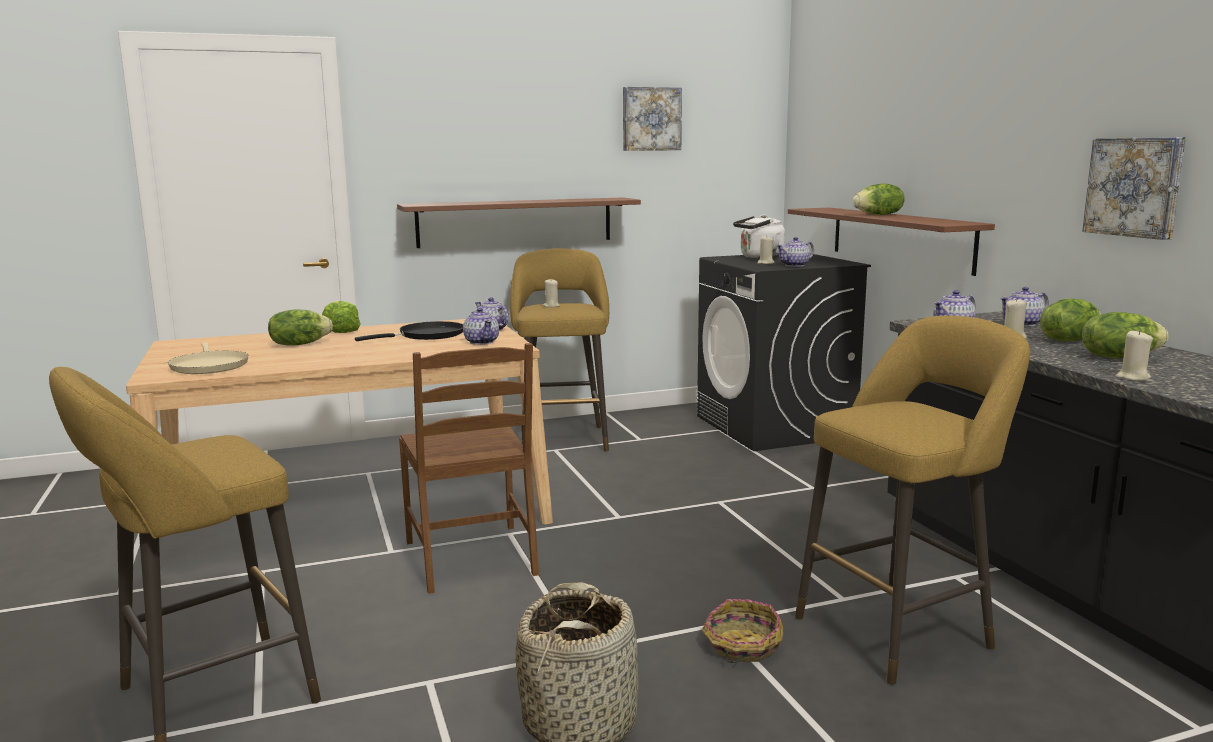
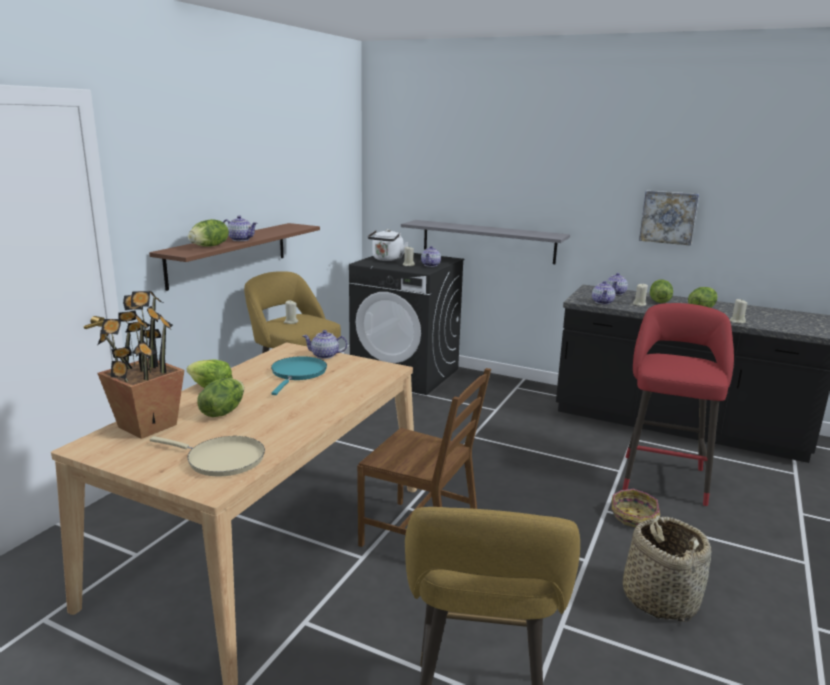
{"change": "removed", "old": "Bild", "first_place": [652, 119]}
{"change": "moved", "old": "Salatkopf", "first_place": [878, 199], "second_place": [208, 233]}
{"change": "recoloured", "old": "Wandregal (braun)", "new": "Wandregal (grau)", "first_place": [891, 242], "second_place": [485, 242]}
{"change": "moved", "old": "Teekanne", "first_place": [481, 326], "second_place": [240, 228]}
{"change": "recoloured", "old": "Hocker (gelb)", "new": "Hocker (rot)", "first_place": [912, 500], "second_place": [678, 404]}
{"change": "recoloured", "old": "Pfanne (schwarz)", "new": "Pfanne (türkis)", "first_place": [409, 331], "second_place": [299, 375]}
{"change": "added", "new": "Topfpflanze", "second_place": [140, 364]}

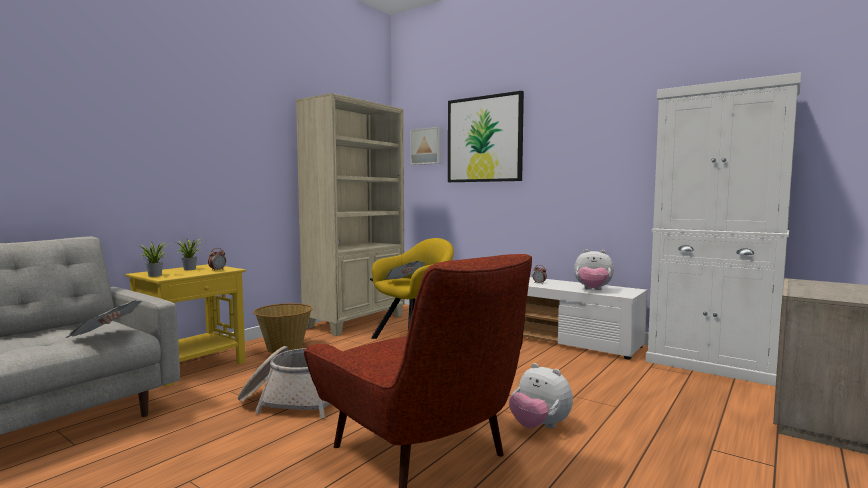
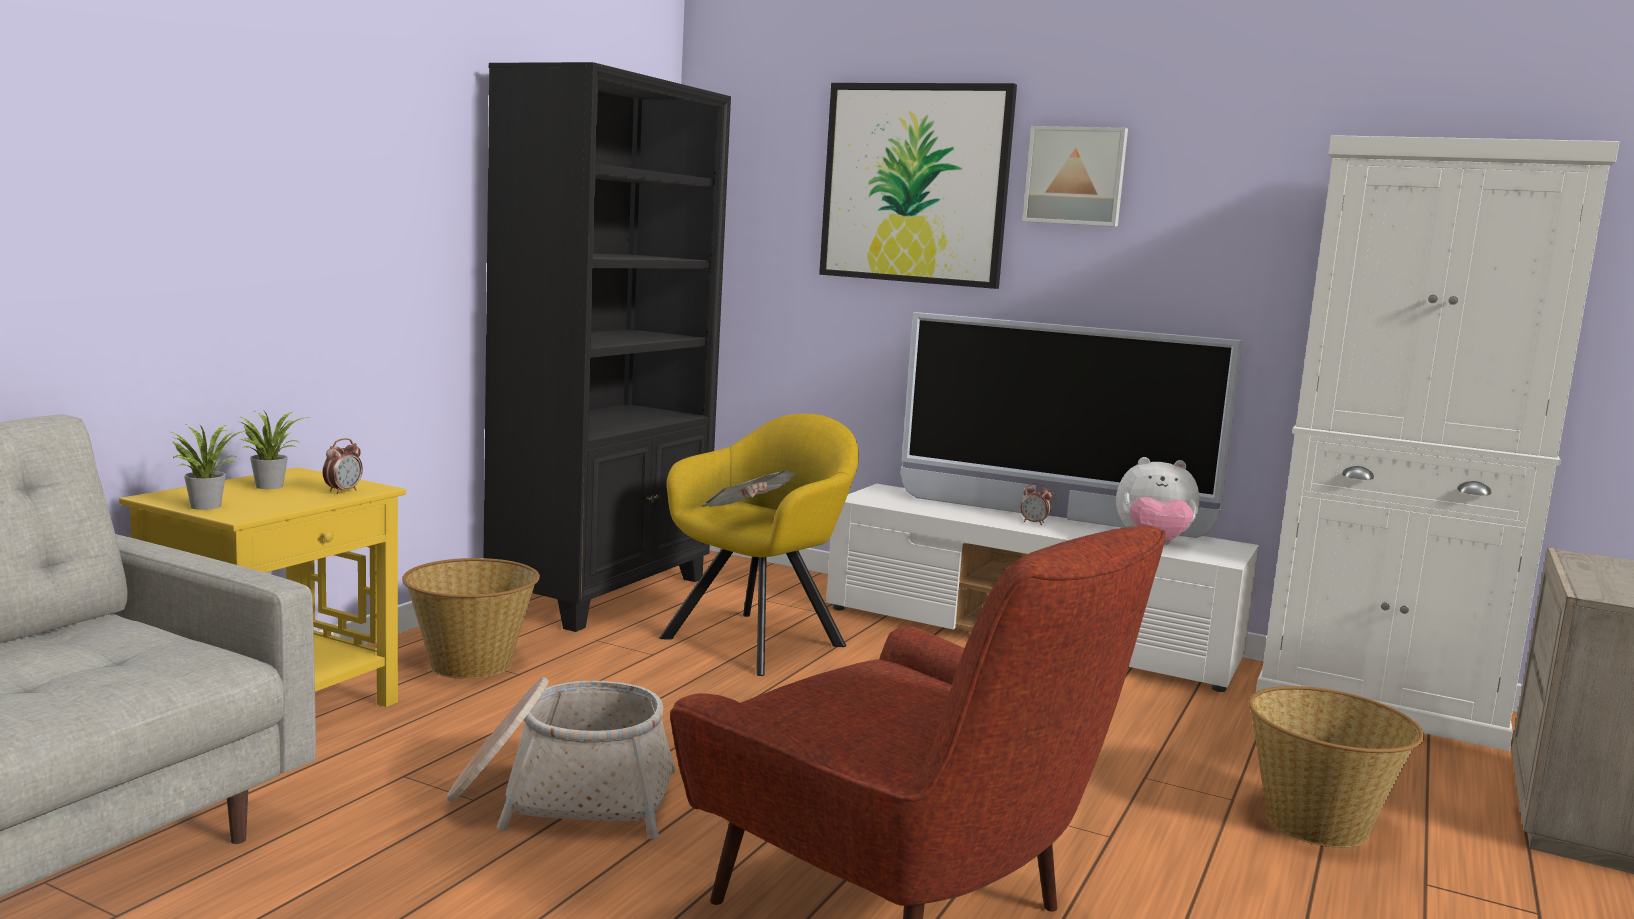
{"change": "recoloured", "old": "Bücherregal (beige)", "new": "Bücherregal (schwarz)", "first_place": [350, 214], "second_place": [607, 347]}
{"change": "moved", "old": "Bild", "first_place": [425, 146], "second_place": [1075, 176]}
{"change": "removed", "old": "Zeitung", "first_place": [103, 319]}
{"change": "removed", "old": "Plüschtier", "first_place": [541, 395]}
{"change": "added", "new": "Fernseher", "second_place": [1072, 425]}
{"change": "added", "new": "Korb", "second_place": [1336, 767]}

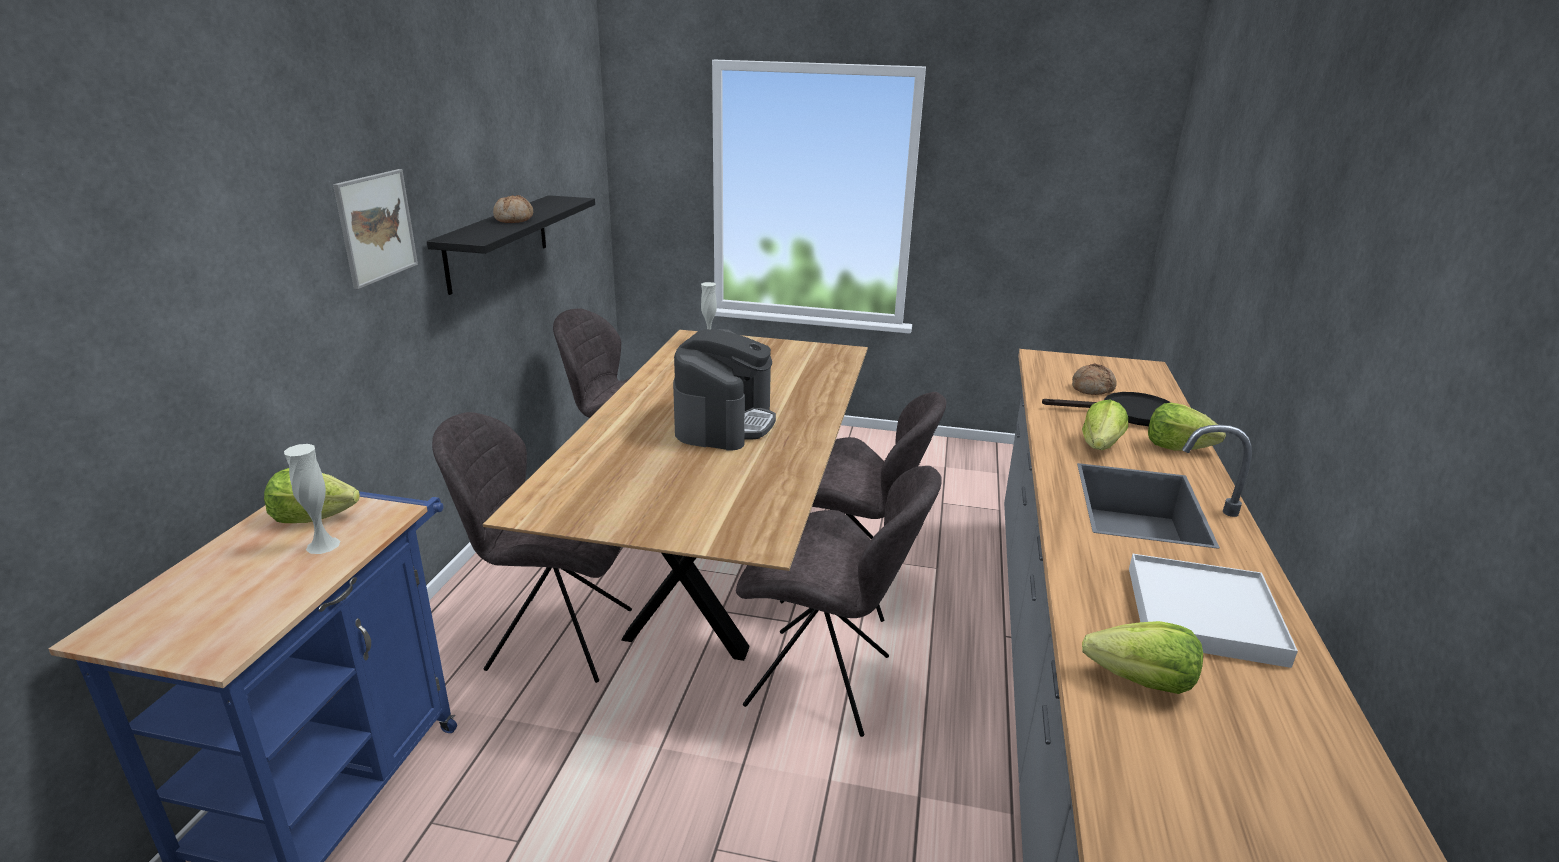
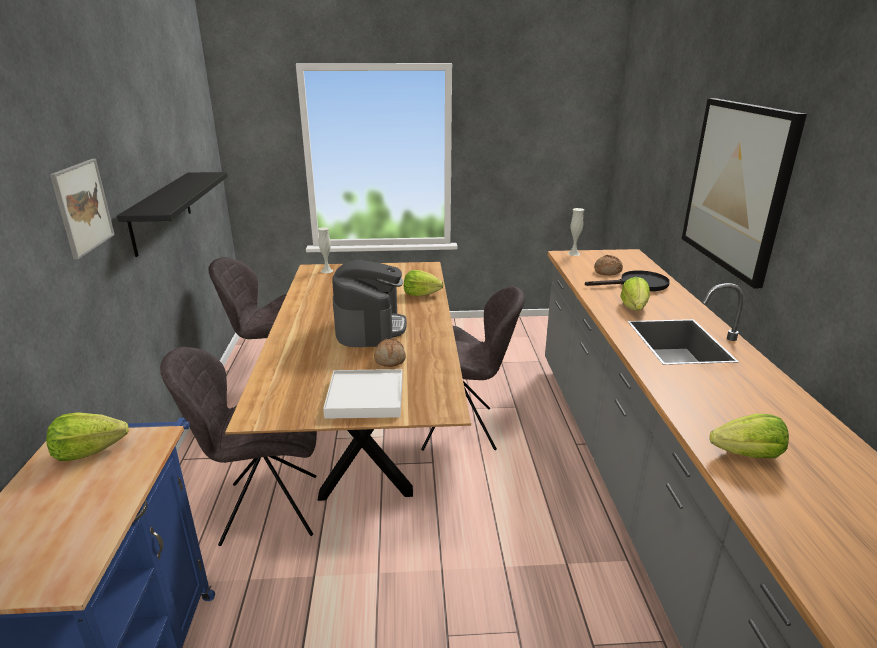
{"change": "moved", "old": "Brot", "first_place": [513, 209], "second_place": [390, 352]}
{"change": "moved", "old": "Salatkopf", "first_place": [1187, 426], "second_place": [424, 283]}
{"change": "moved", "old": "Vase (weiß)", "first_place": [312, 499], "second_place": [576, 232]}
{"change": "removed", "old": "Stuhl (grau)", "first_place": [839, 601]}
{"change": "moved", "old": "Tablett (weiß)", "first_place": [1213, 611], "second_place": [363, 394]}
{"change": "added", "new": "Bild", "second_place": [744, 193]}

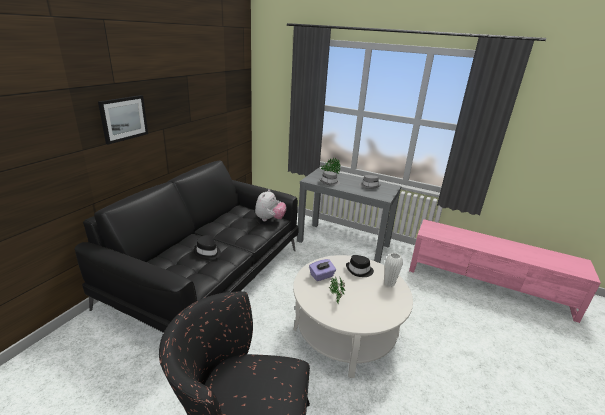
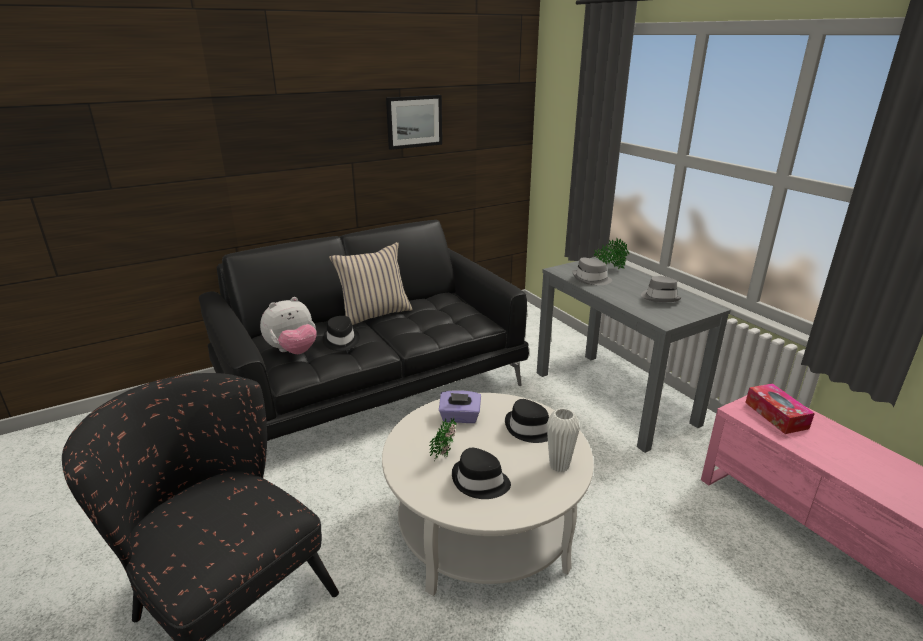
{"change": "moved", "old": "Bild", "first_place": [123, 120], "second_place": [414, 122]}
{"change": "moved", "old": "Plüschtier", "first_place": [271, 205], "second_place": [288, 325]}
{"change": "added", "new": "Kissen (beige)", "second_place": [371, 283]}
{"change": "added", "new": "Taschentuchbox", "second_place": [780, 408]}
{"change": "added", "new": "Hut (schwarz)", "second_place": [481, 473]}

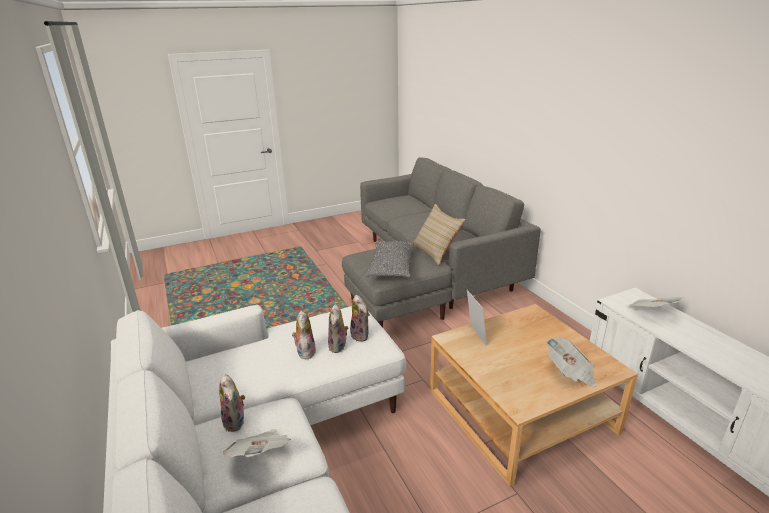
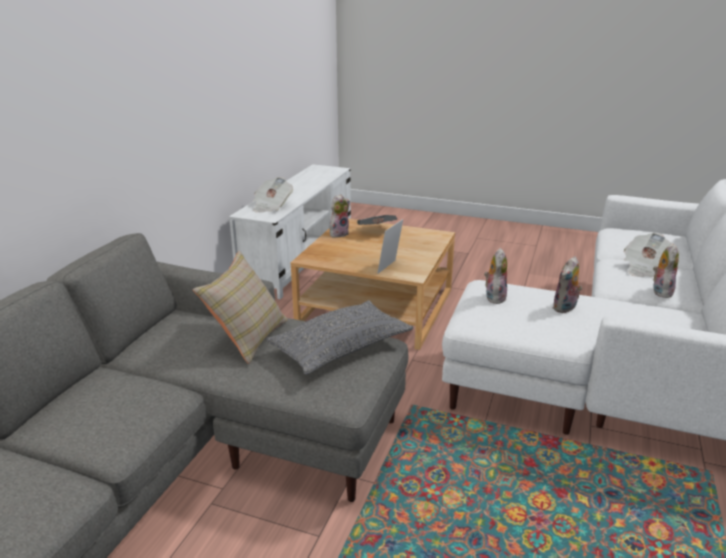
{"change": "moved", "old": "Plüschtier", "first_place": [338, 328], "second_place": [340, 216]}

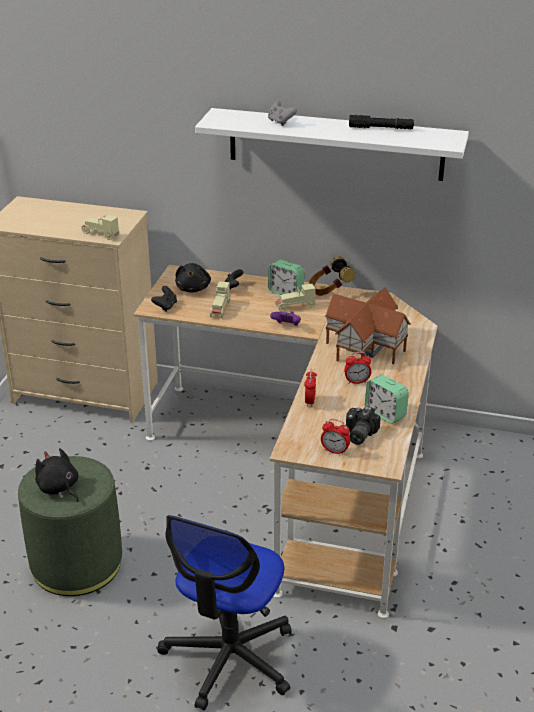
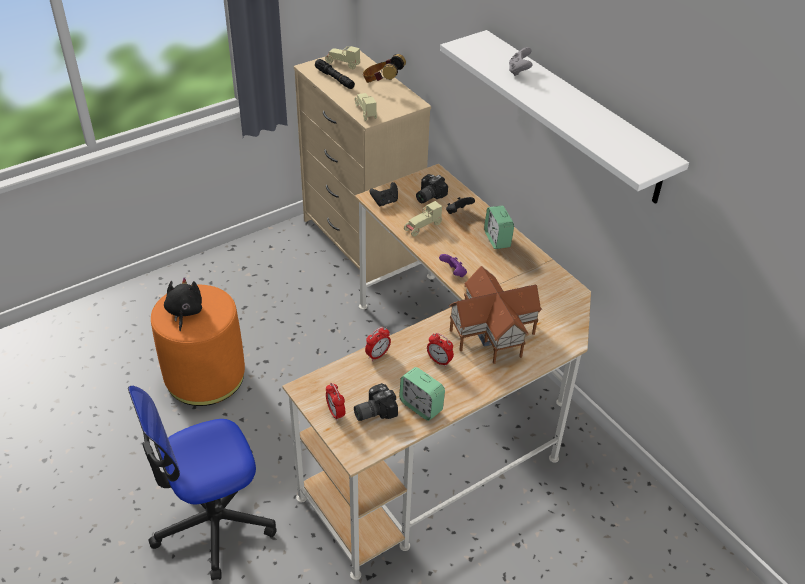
{"change": "moved", "old": "Taschenlampe (schwarz)", "first_place": [381, 122], "second_place": [335, 74]}
{"change": "moved", "old": "Kopfhörer", "first_place": [332, 276], "second_place": [384, 68]}
{"change": "replaced", "old": "Plüschtier (schwarz)", "new": "Kamera", "first_place": [193, 278], "second_place": [432, 188]}
{"change": "moved", "old": "Spielzeugauto (beige)", "first_place": [295, 298], "second_place": [342, 57]}
{"change": "turned", "old": "Wecker", "first_place": [387, 399], "second_place": [422, 394], "degrees": -45}
{"change": "recoloured", "old": "Polsterhocker (grün)", "new": "Polsterhocker (orange)", "first_place": [70, 526], "second_place": [198, 345]}

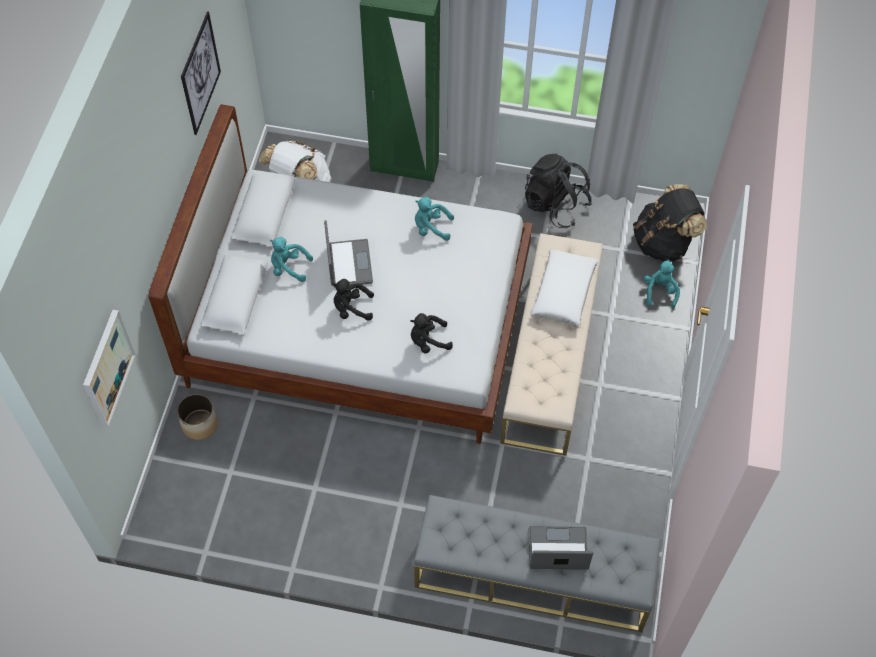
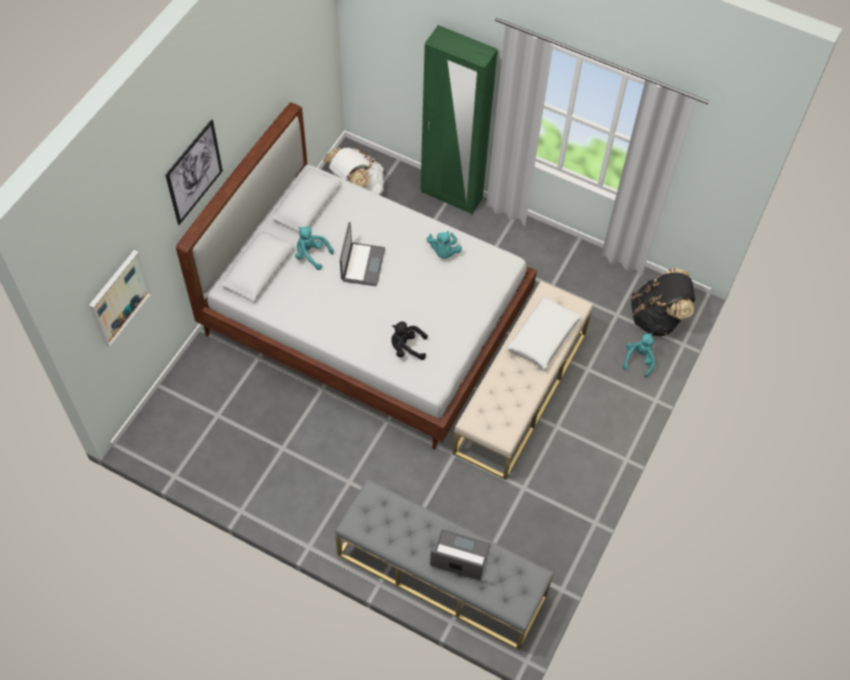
{"change": "moved", "old": "Bild", "first_place": [201, 73], "second_place": [194, 172]}
{"change": "removed", "old": "Rucksack (schwarz)", "first_place": [558, 191]}
{"change": "turned", "old": "Plüschtier (türkis)", "first_place": [434, 219], "second_place": [444, 245], "degrees": -120}
{"change": "removed", "old": "Plüschtier (schwarz)", "first_place": [353, 300]}
{"change": "removed", "old": "Pflanzkübel", "first_place": [197, 417]}

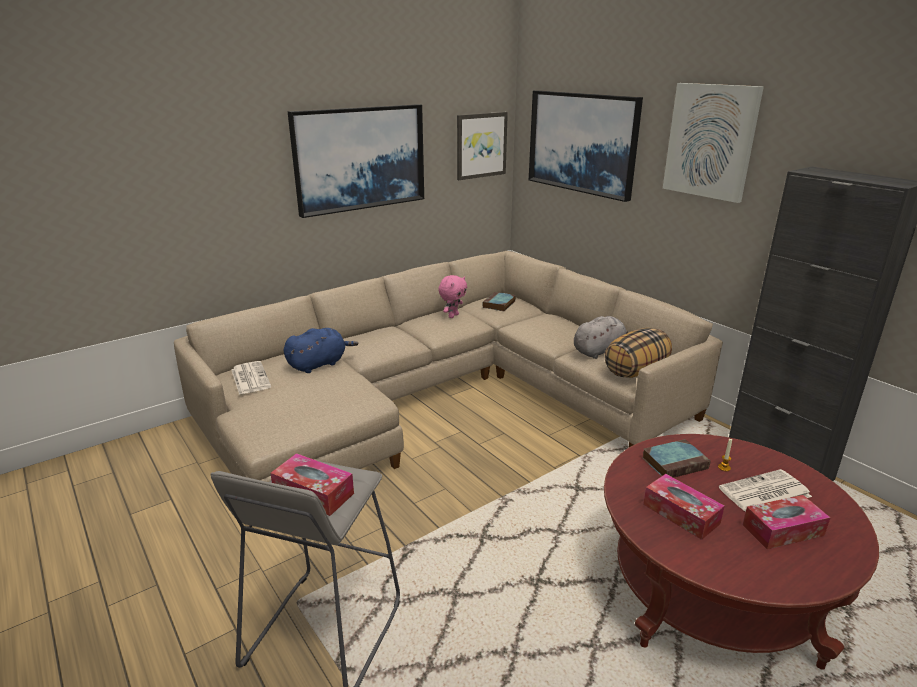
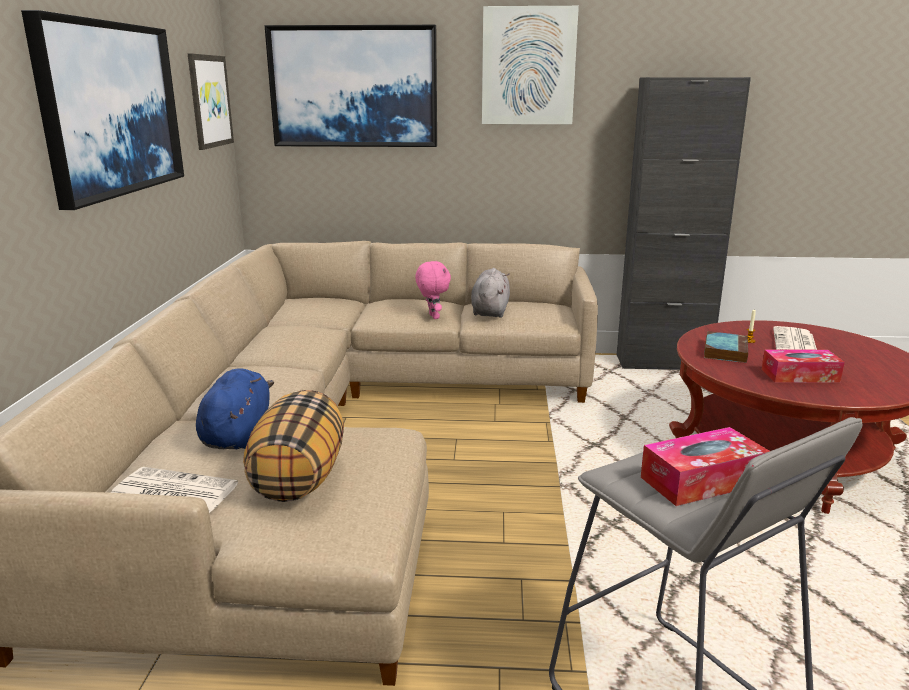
{"change": "moved", "old": "Plüschtier (rosa)", "first_place": [452, 296], "second_place": [433, 290]}
{"change": "removed", "old": "Buch", "first_place": [499, 301]}
{"change": "moved", "old": "Kissen", "first_place": [638, 353], "second_place": [293, 446]}
{"change": "removed", "old": "Taschentuchbox", "first_place": [786, 522]}

